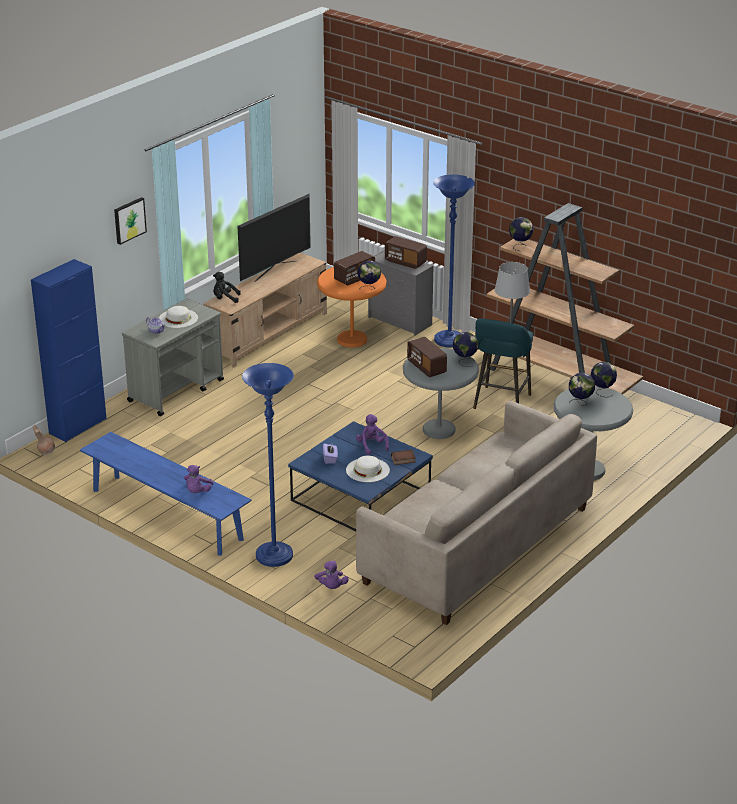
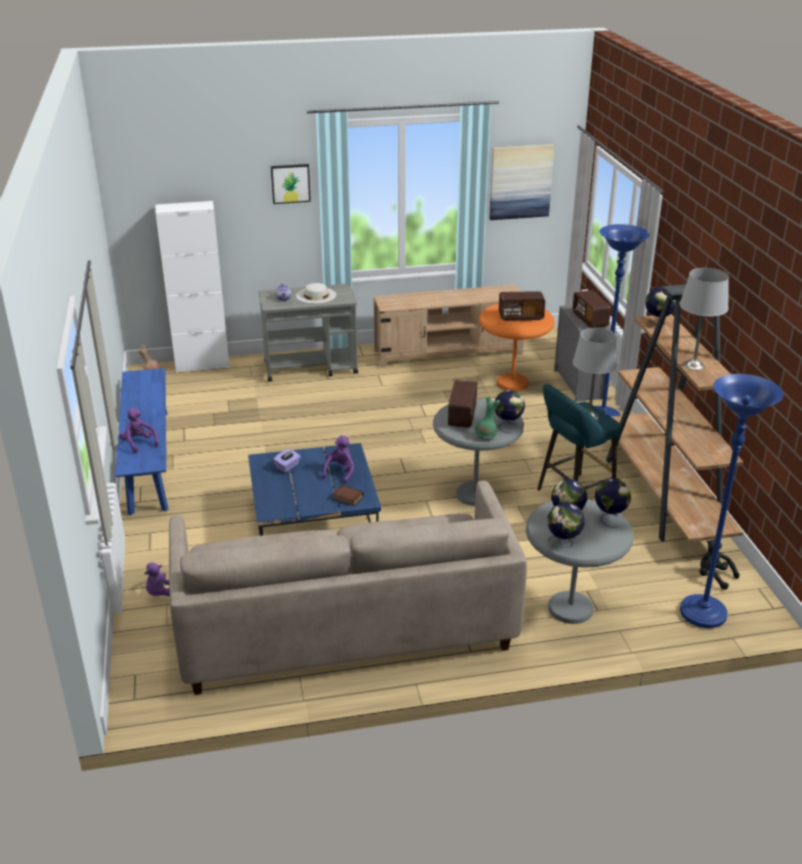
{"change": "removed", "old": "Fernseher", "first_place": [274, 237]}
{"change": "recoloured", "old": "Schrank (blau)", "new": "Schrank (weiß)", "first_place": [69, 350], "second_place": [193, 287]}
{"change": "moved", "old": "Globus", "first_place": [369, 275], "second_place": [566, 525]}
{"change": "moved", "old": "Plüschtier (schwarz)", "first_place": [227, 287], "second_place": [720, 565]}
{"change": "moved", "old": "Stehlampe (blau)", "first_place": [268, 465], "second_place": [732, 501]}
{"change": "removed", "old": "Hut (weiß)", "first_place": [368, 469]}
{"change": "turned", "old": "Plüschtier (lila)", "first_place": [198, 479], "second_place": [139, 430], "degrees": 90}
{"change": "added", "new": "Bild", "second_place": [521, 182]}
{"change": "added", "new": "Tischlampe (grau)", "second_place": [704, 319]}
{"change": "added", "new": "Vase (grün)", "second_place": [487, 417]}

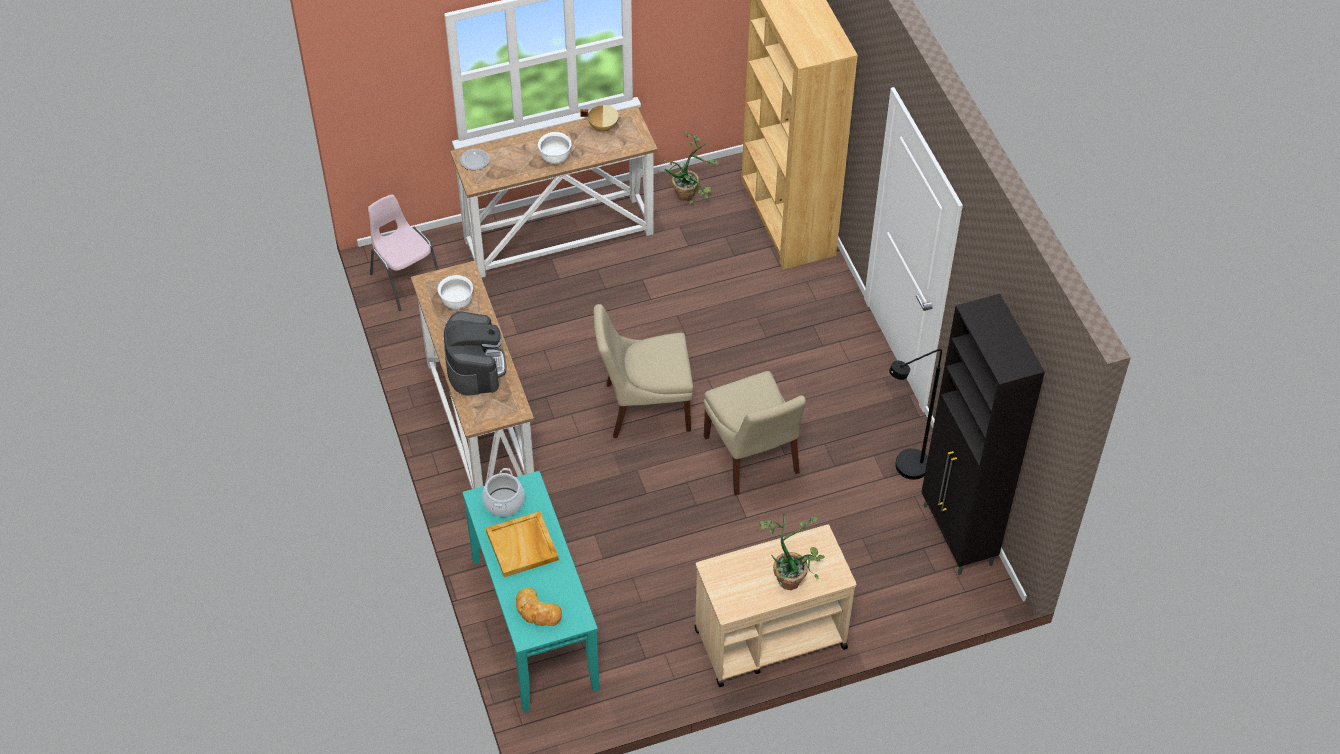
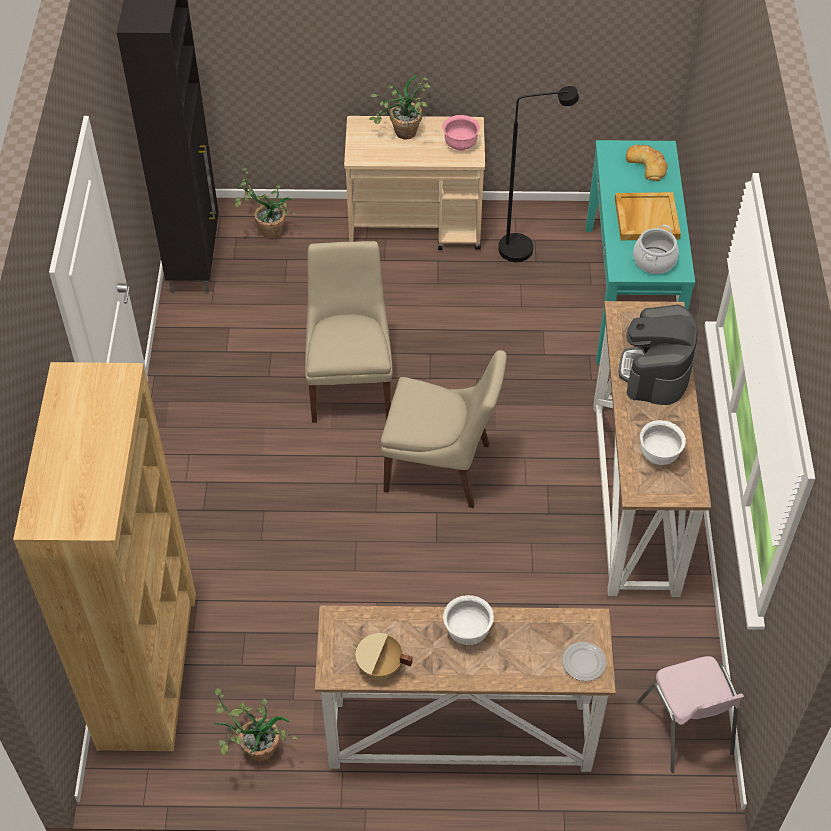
{"change": "moved", "old": "Stehlampe (schwarz)", "first_place": [915, 414], "second_place": [538, 174]}
{"change": "added", "new": "Schüssel (rosa)", "second_place": [461, 133]}
{"change": "added", "new": "Topfpflanze", "second_place": [265, 203]}

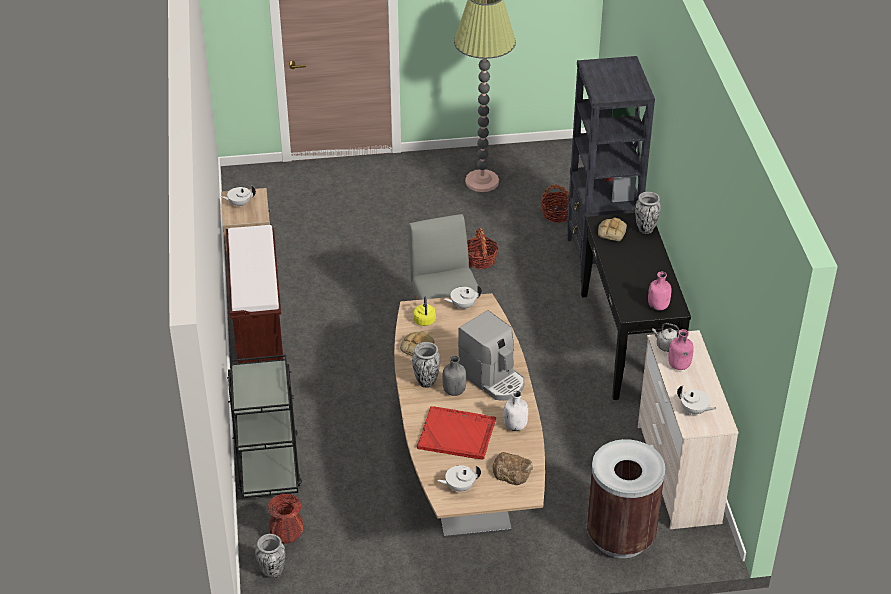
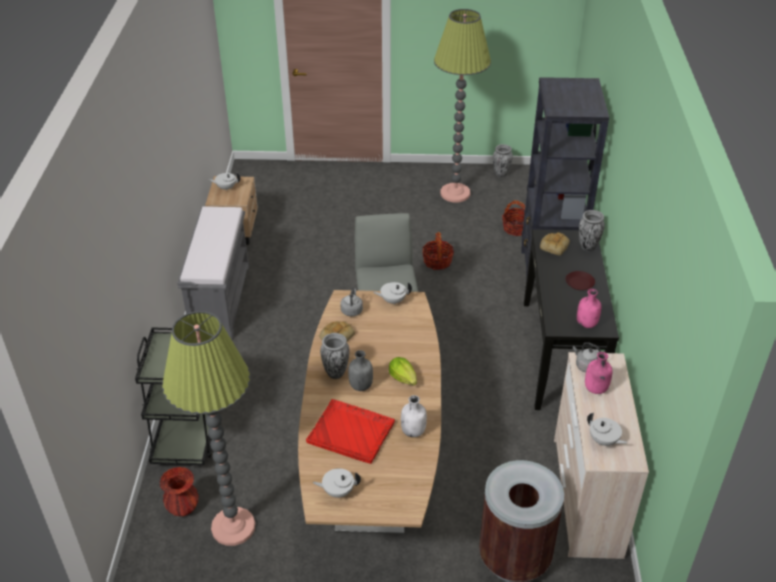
{"change": "recoloured", "old": "Bank (braun)", "new": "Bank (grau)", "first_place": [255, 294], "second_place": [213, 273]}
{"change": "recoloured", "old": "Wasserkessel (gelb)", "new": "Wasserkessel (grau)", "first_place": [424, 311], "second_place": [351, 301]}
{"change": "replaced", "old": "Kaffeemaschine", "new": "Salatkopf", "first_place": [491, 355], "second_place": [403, 371]}
{"change": "removed", "old": "Brot", "first_place": [512, 468]}
{"change": "moved", "old": "Vase", "first_place": [270, 556], "second_place": [503, 160]}
{"change": "added", "new": "Teller (braun)", "second_place": [580, 280]}
{"change": "added", "new": "Stehlampe", "second_place": [208, 428]}

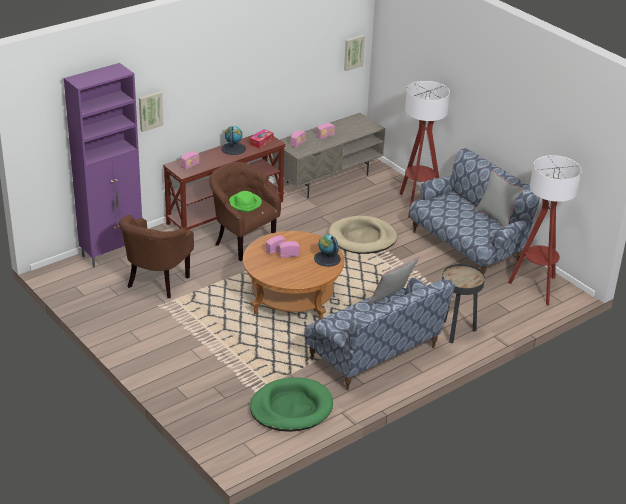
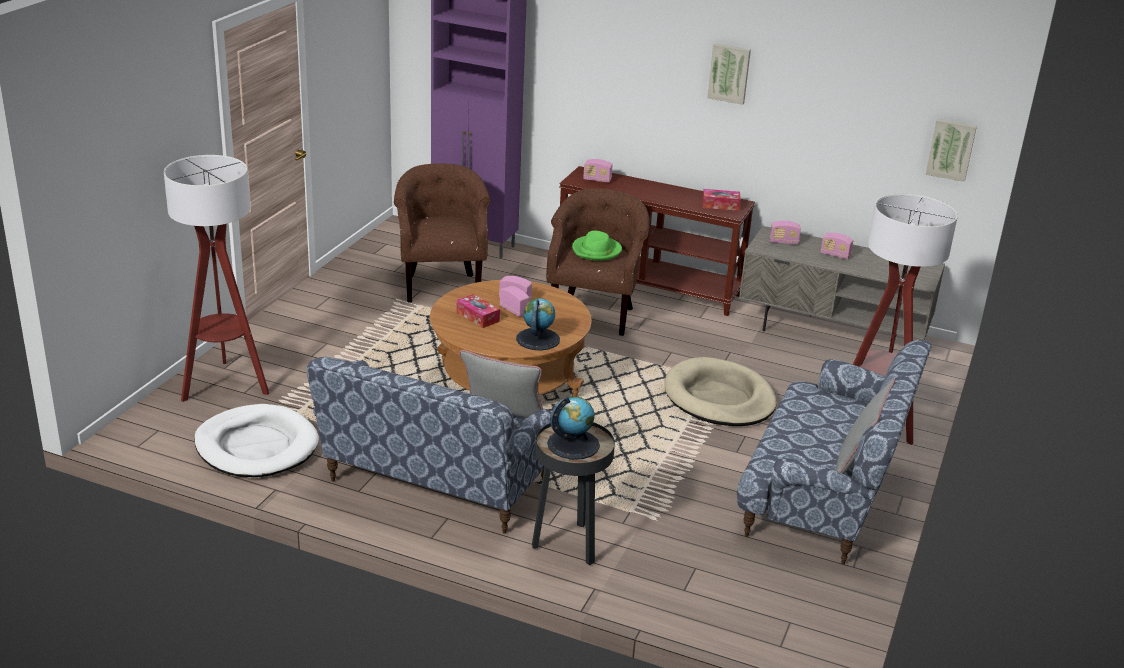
{"change": "moved", "old": "Bild", "first_place": [151, 112], "second_place": [729, 74]}
{"change": "moved", "old": "Globus", "first_place": [233, 140], "second_place": [573, 428]}
{"change": "moved", "old": "Stehlampe", "first_place": [545, 230], "second_place": [216, 278]}
{"change": "turned", "old": "Sessel (braun)", "first_place": [156, 256], "second_place": [442, 233], "degrees": 90}
{"change": "recoloured", "old": "Hundebett (grün)", "new": "Hundebett (weiß)", "first_place": [291, 404], "second_place": [256, 440]}
{"change": "added", "new": "Taschentuchbox", "second_place": [478, 311]}

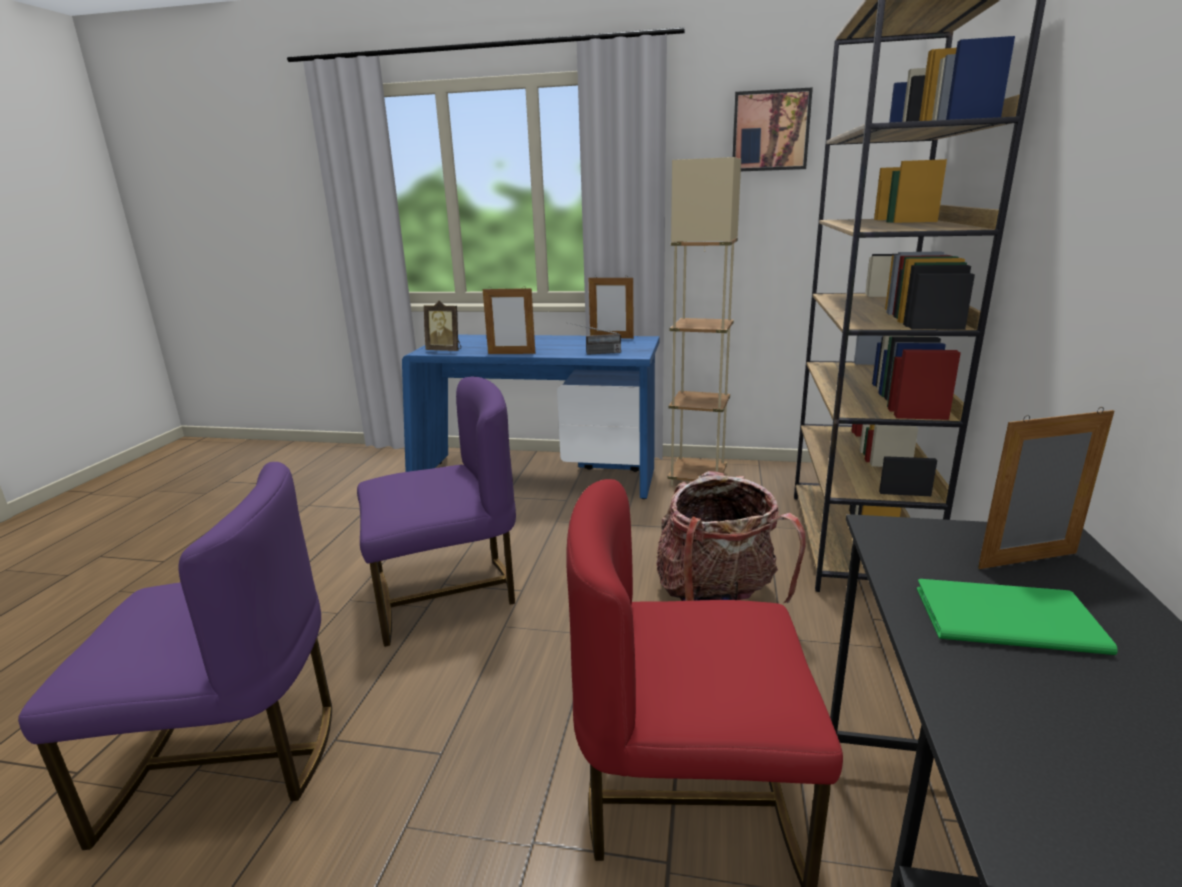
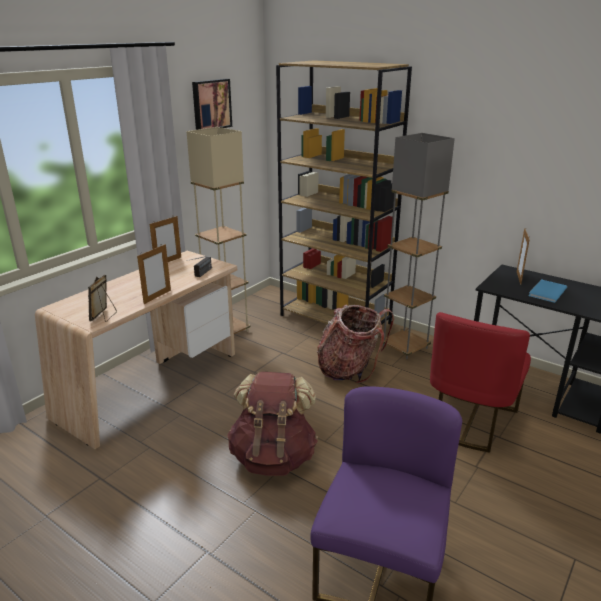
{"change": "turned", "old": "Bilderrahmen", "first_place": [442, 325], "second_place": [102, 298], "degrees": 150}
{"change": "recoloured", "old": "Schreibtisch (blau)", "new": "Schreibtisch (beige)", "first_place": [530, 417], "second_place": [136, 350]}
{"change": "replaced", "old": "Stuhl (lila)", "new": "Rucksack (braun)", "first_place": [436, 512], "second_place": [272, 424]}
{"change": "recoloured", "old": "Buch (grün)", "new": "Buch (blau)", "first_place": [1017, 617], "second_place": [547, 291]}
{"change": "added", "new": "Stehlampe (grau)", "second_place": [419, 246]}

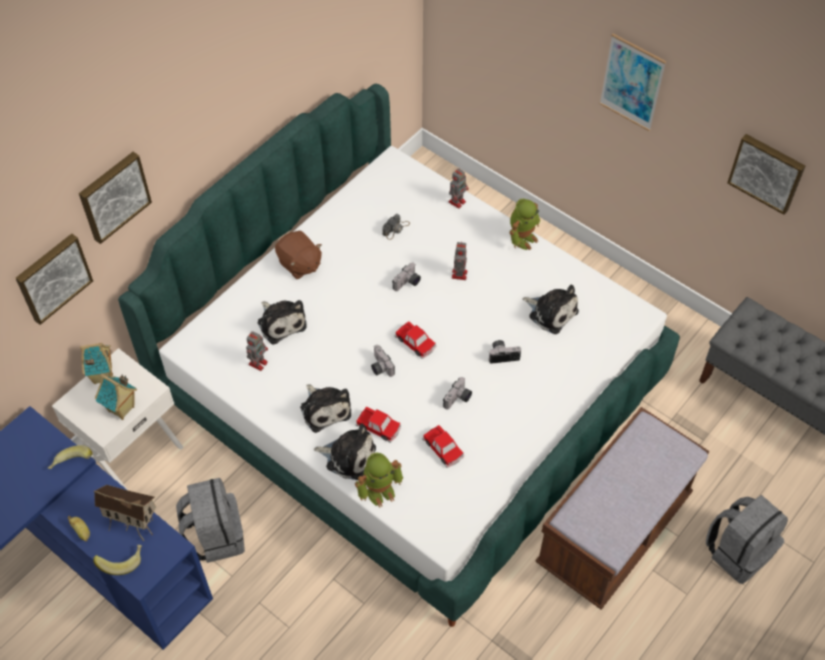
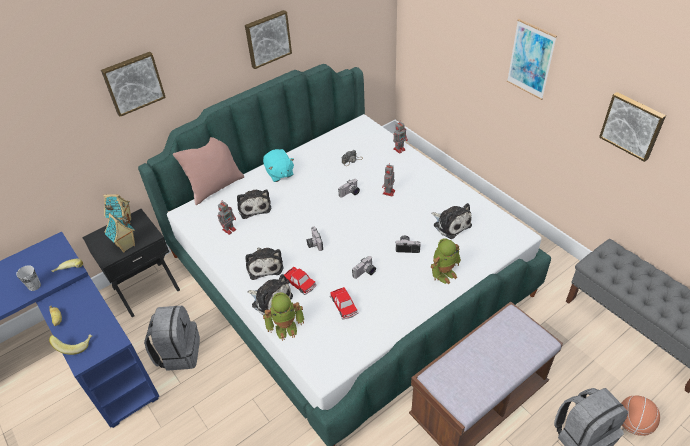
{"change": "moved", "old": "Spielzeugroboter", "first_place": [524, 224], "second_place": [446, 261]}
{"change": "recoloured", "old": "Plüschtier (braun)", "new": "Plüschtier (türkis)", "first_place": [298, 255], "second_place": [278, 165]}
{"change": "moved", "old": "Bild", "first_place": [54, 279], "second_place": [268, 39]}
{"change": "removed", "old": "Spielzeugauto", "first_place": [415, 340]}
{"change": "recoloured", "old": "Nachttisch (weiß)", "new": "Nachttisch (schwarz)", "first_place": [118, 419], "second_place": [131, 263]}
{"change": "removed", "old": "Spielzeughaus", "first_place": [125, 513]}
{"change": "added", "new": "Kissen (rosa)", "second_place": [208, 171]}
{"change": "added", "new": "Tasse", "second_place": [28, 278]}
{"change": "added", "new": "Basketball", "second_place": [640, 415]}

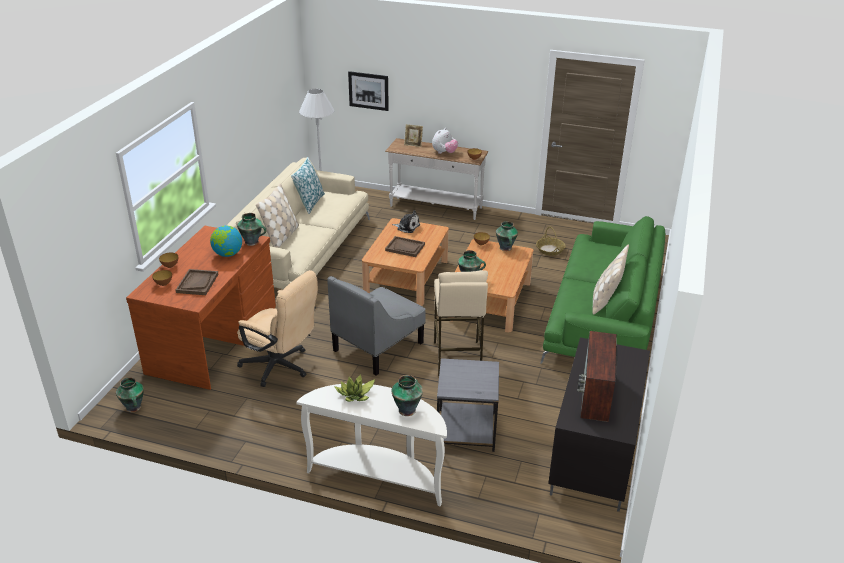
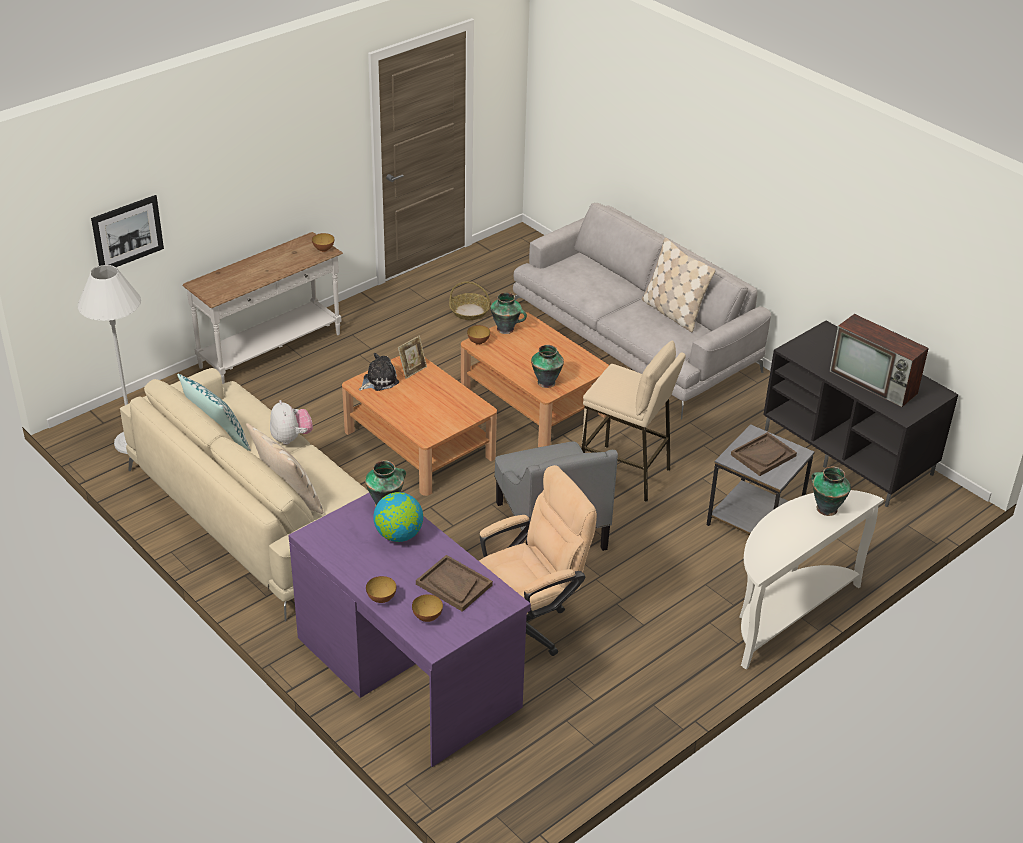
{"change": "moved", "old": "Bilderrahmen", "first_place": [413, 135], "second_place": [412, 357]}
{"change": "moved", "old": "Plüschtier", "first_place": [445, 141], "second_place": [291, 422]}
{"change": "recoloured", "old": "Sofa (grün)", "new": "Sofa (grau)", "first_place": [603, 289], "second_place": [642, 311]}
{"change": "recoloured", "old": "Schreibtisch (braun)", "new": "Schreibtisch (lila)", "first_place": [201, 308], "second_place": [409, 630]}
{"change": "moved", "old": "Tablett (braun)", "first_place": [405, 246], "second_place": [764, 454]}
{"change": "removed", "old": "Topfpflanze", "first_place": [354, 388]}
{"change": "removed", "old": "Vase", "first_place": [130, 394]}

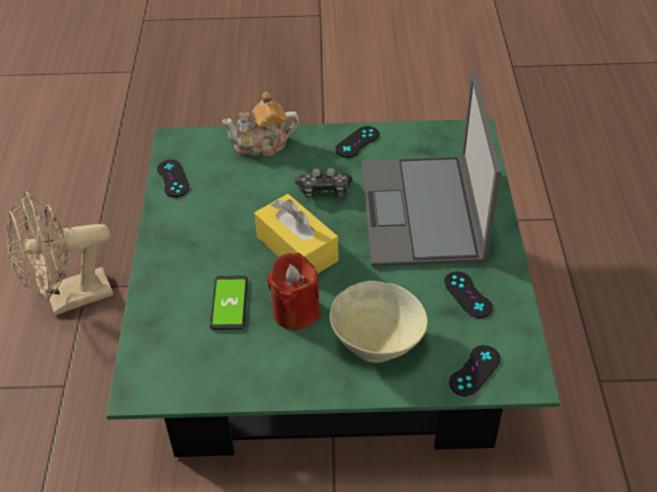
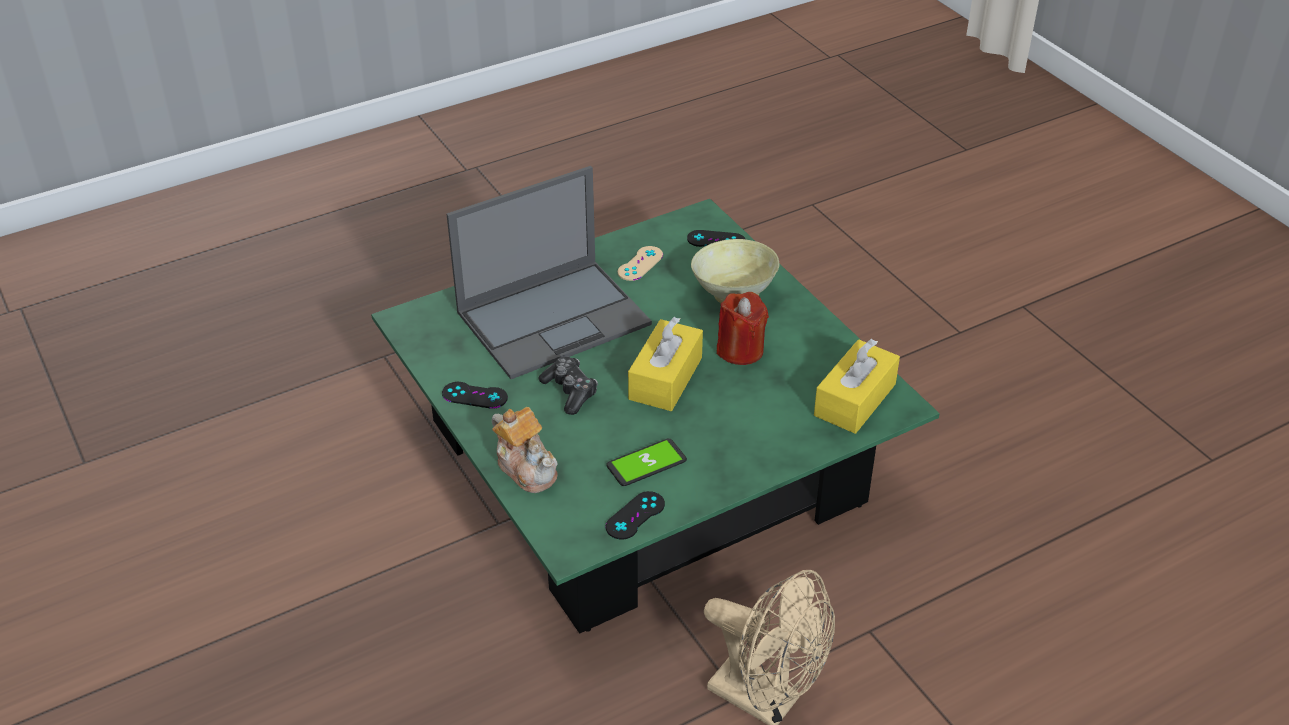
{"change": "recoloured", "old": "Gamepad (schwarz)", "new": "Gamepad (beige)", "first_place": [468, 294], "second_place": [640, 263]}
{"change": "moved", "old": "Handy", "first_place": [229, 303], "second_place": [646, 462]}
{"change": "added", "new": "Taschentuchbox (gelb)", "second_place": [857, 386]}

